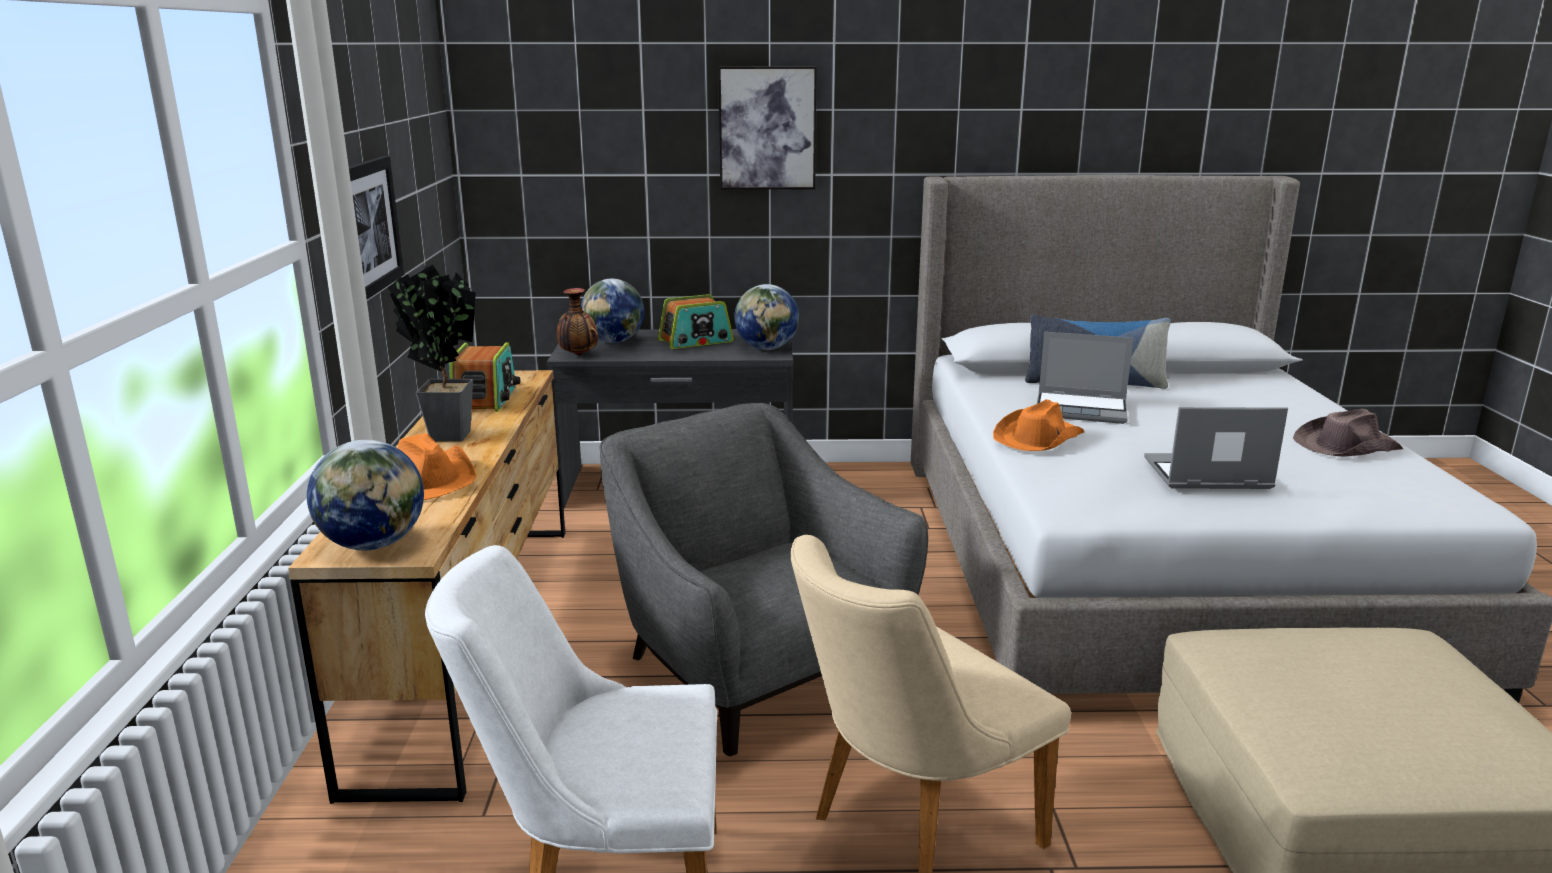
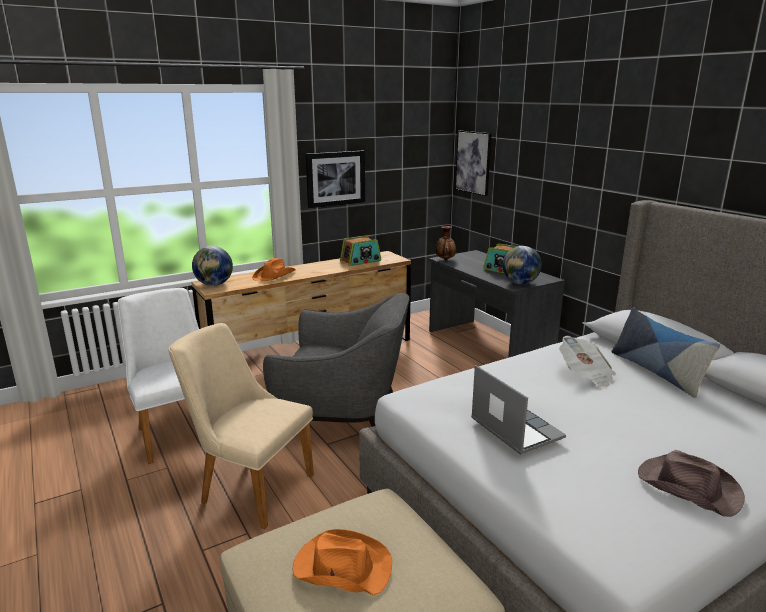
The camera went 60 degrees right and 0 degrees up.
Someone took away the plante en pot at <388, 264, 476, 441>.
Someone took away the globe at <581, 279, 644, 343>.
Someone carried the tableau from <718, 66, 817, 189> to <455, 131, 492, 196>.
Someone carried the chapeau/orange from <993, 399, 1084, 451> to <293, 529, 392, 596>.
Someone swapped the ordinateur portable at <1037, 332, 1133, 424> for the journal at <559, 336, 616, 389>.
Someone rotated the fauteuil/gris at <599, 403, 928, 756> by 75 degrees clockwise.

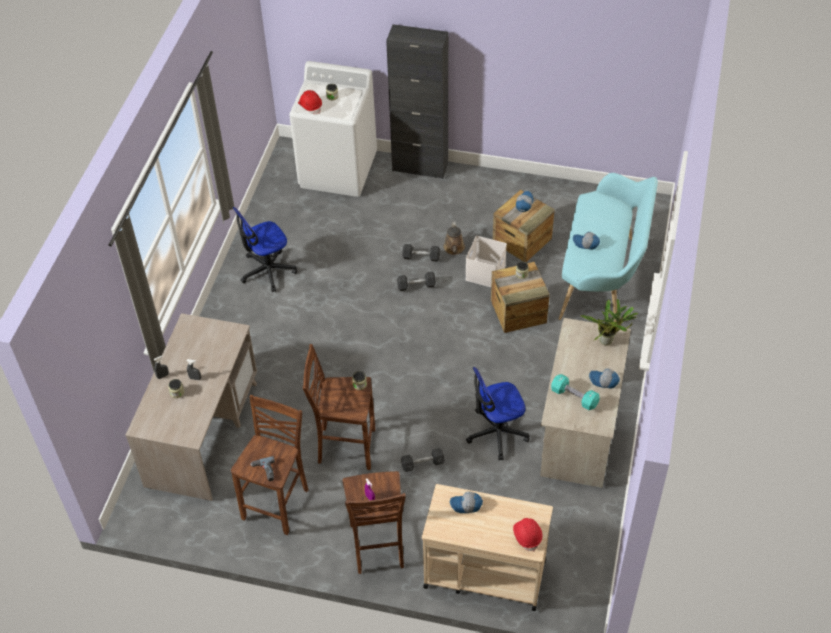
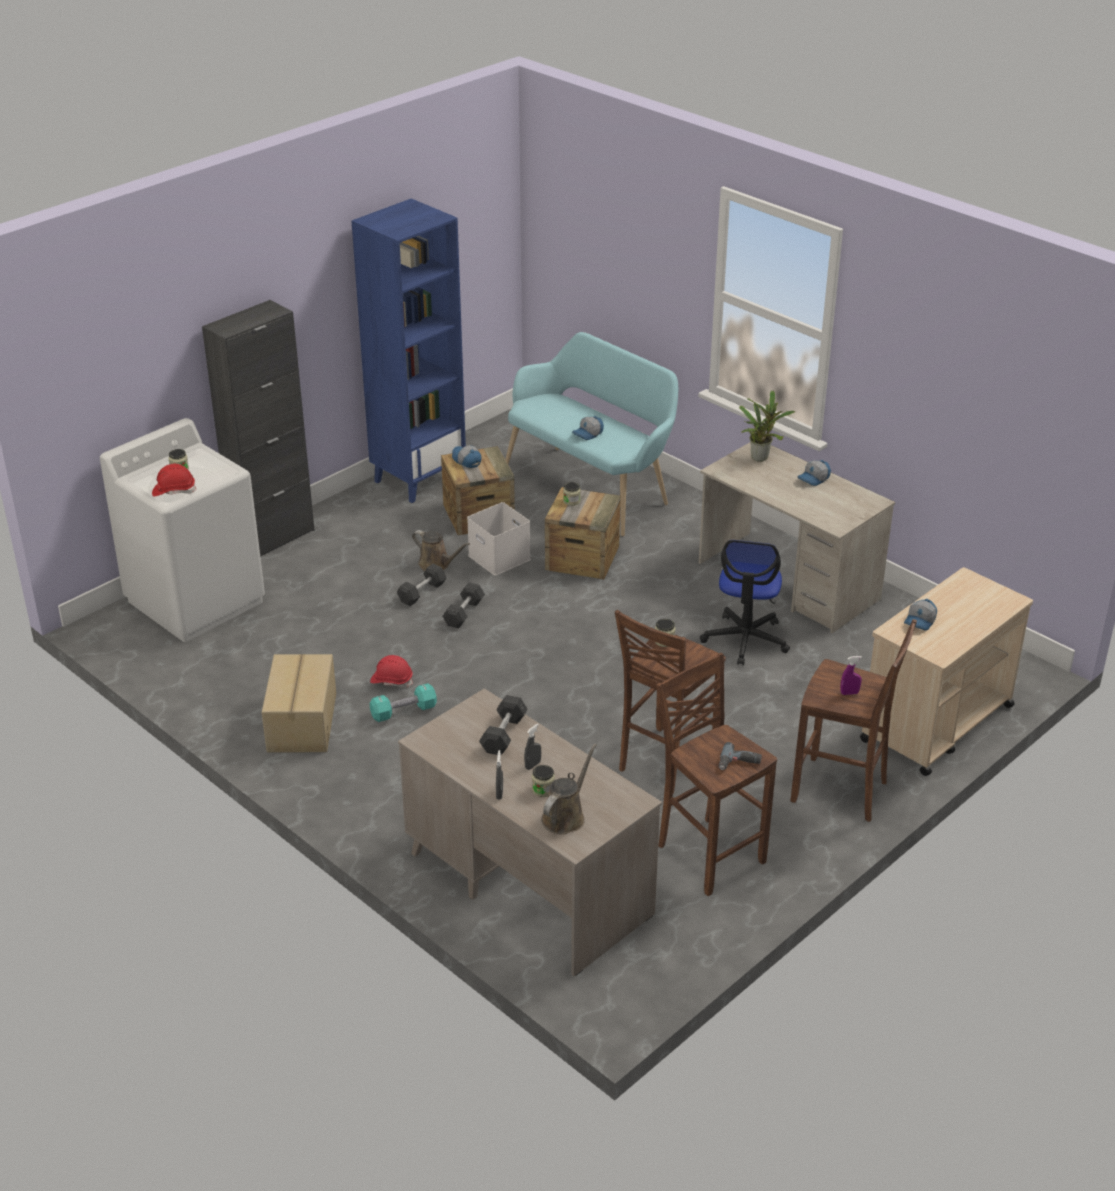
The camera went 60 degrees left and 15 degrees down.
Someone put down the bibliothèque/bleu at <351, 198, 466, 503>.
Someone put down the arrosoir/marron at <541, 744, 597, 834>.
Someone carried the haltère/gris from <401, 448, 445, 472> to <479, 695, 527, 755>.
Someone carried the casque de chantier/rouge from <513, 518, 542, 551> to <370, 655, 413, 688>.
Someone carried the haltère/turquoise from <551, 374, 600, 410> to <370, 683, 437, 722>.
Someone swapped the chaise de bureau at <233, 207, 297, 292> for the carton at <262, 654, 336, 753>.

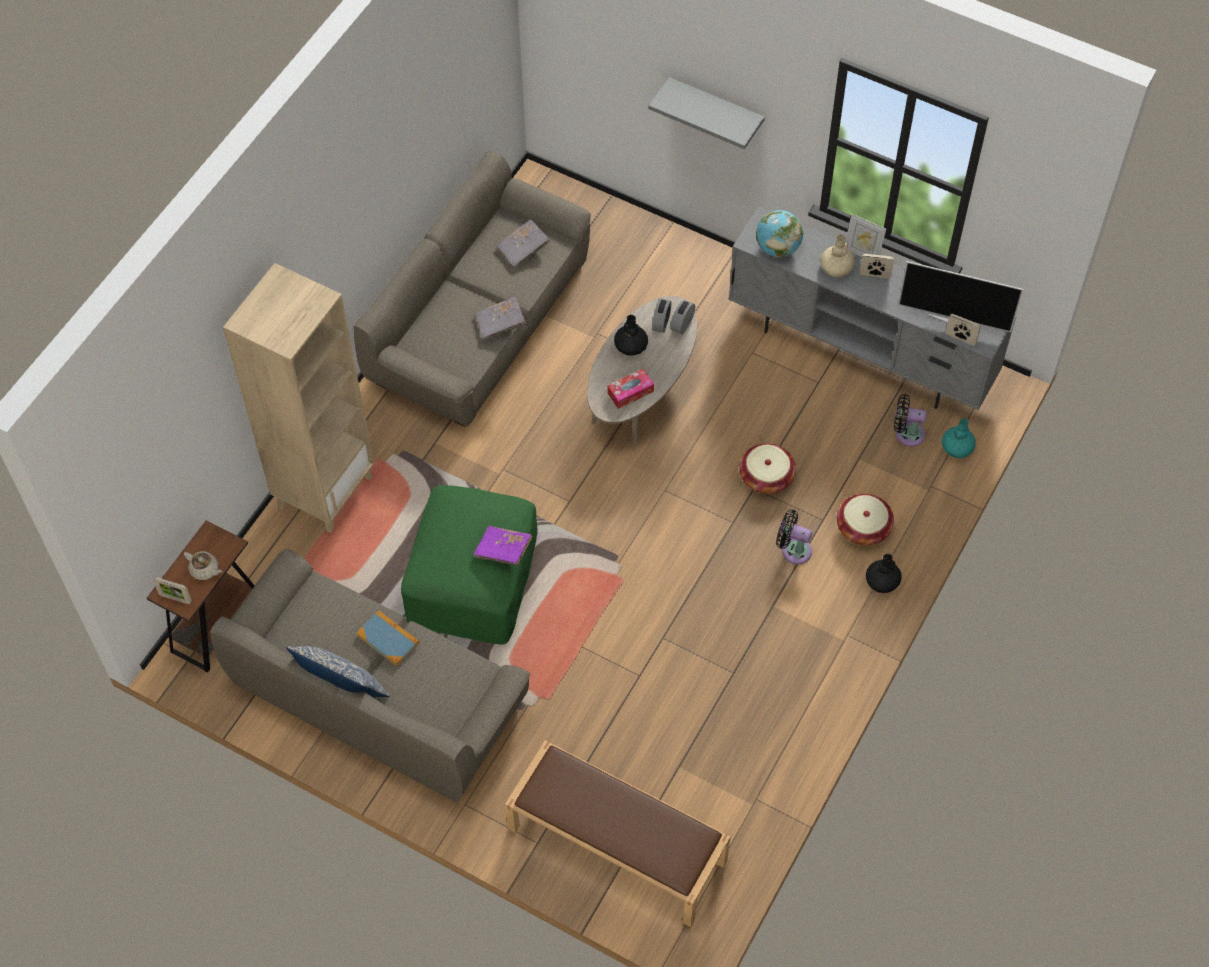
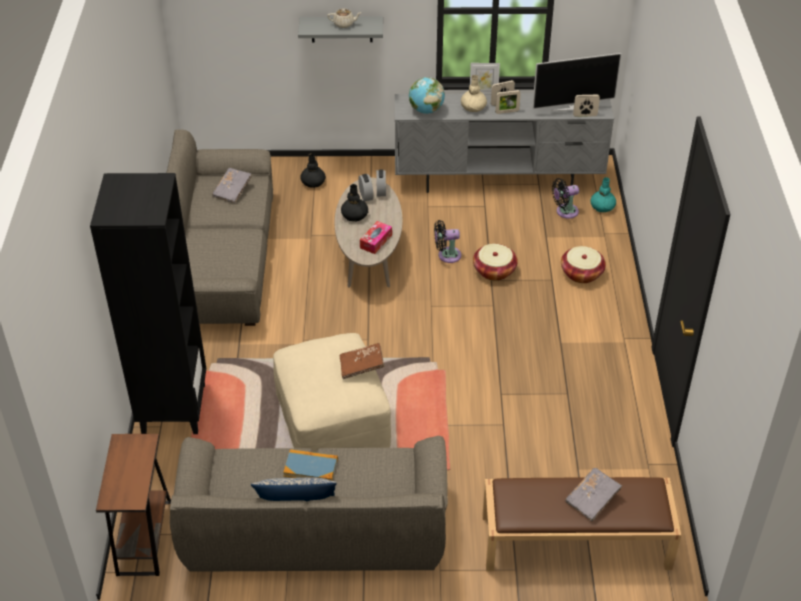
The camera went 30 degrees left and 15 degrees down.
Someone carried the cadre photo from <153, 577, 192, 604> to <495, 90, 521, 114>.
Someone carried the théière/beige from <184, 551, 222, 580> to <327, 8, 362, 28>.
Someone carried the livre/gris from <475, 297, 526, 341> to <565, 468, 622, 522>.
Someone carried the ventilateur/noir from <776, 510, 812, 564> to <434, 220, 461, 263>.
Someone carried the vase/noir from <866, 553, 902, 593> to <301, 153, 326, 188>.
Someone repainted the bibliothèque/beige at <223, 263, 374, 533>, which became the bibliothèque/noir at <90, 173, 206, 434>.
Someone repainted the pouf/vert at <401, 485, 537, 645>, which became the pouf/beige at <273, 333, 391, 453>.
Someone repainted the livre/violet at <473, 526, 532, 566>, which became the livre/marron at <340, 343, 384, 379>.

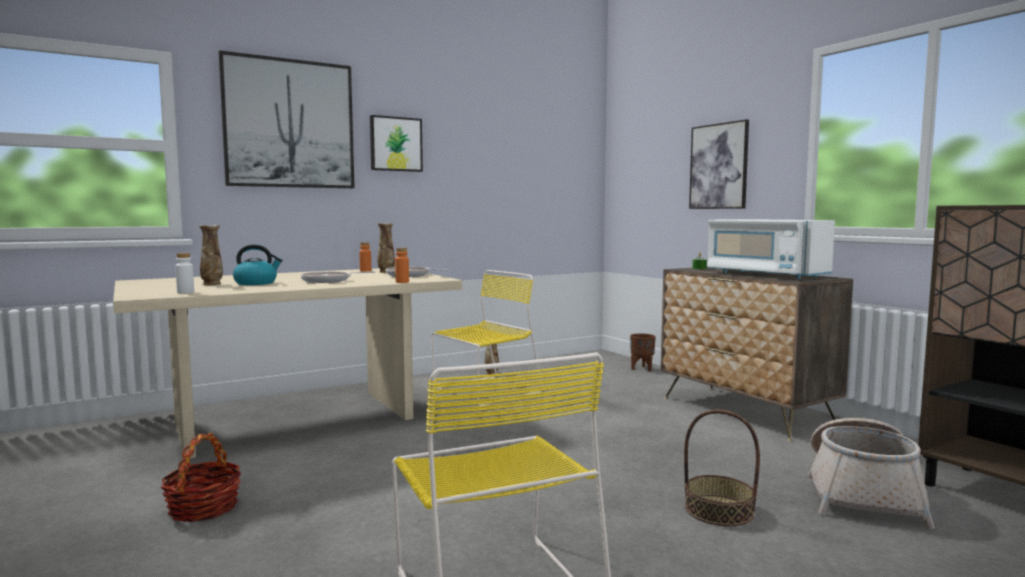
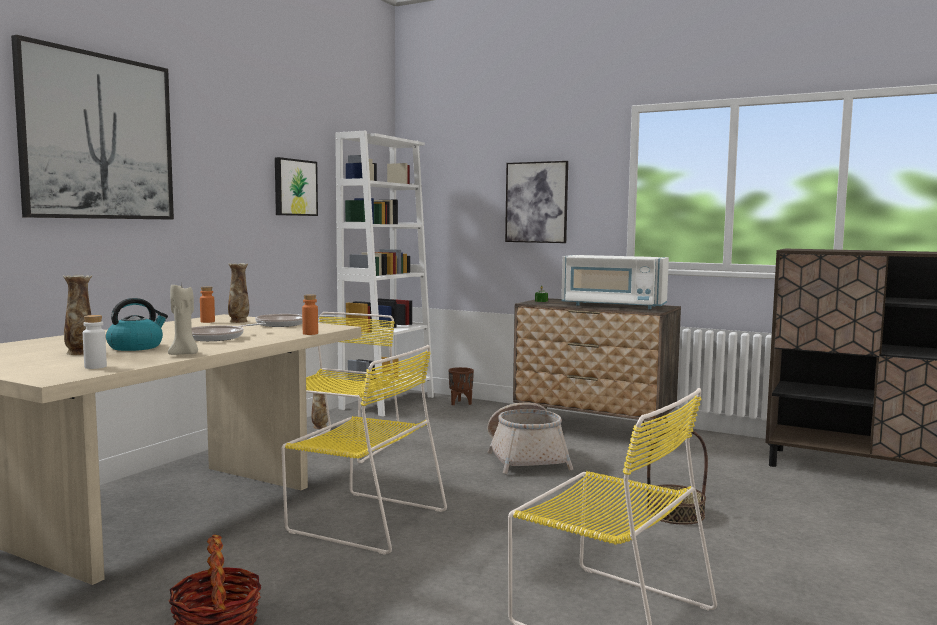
The camera went 30 degrees left and 0 degrees up.
Someone put down the bougie/beige at <168, 285, 198, 355>.
Someone put down the chaise/jaune at <281, 345, 447, 555>.
Someone put down the bibliothèque/blanc at <335, 131, 434, 416>.
Someone carried the tableau from <370, 115, 423, 172> to <275, 157, 318, 216>.
Someone carried the panier from <808, 418, 935, 529> to <487, 403, 573, 474>.

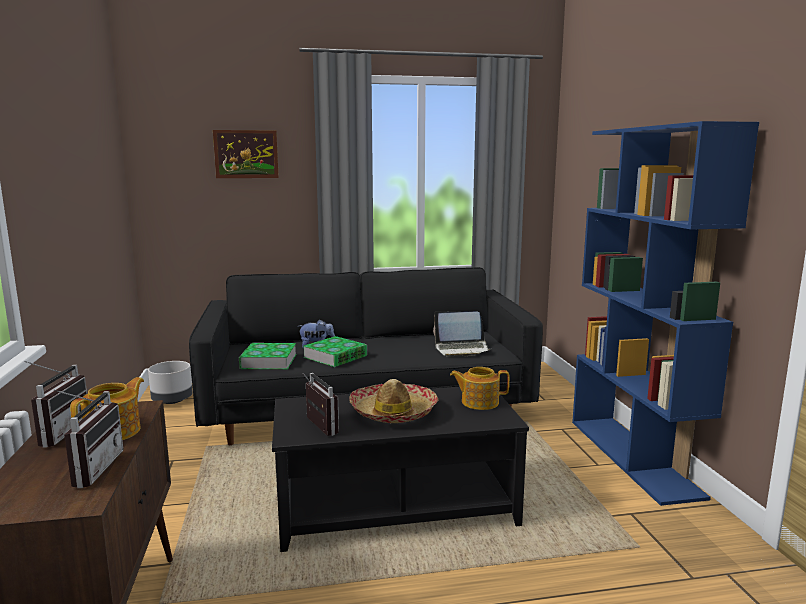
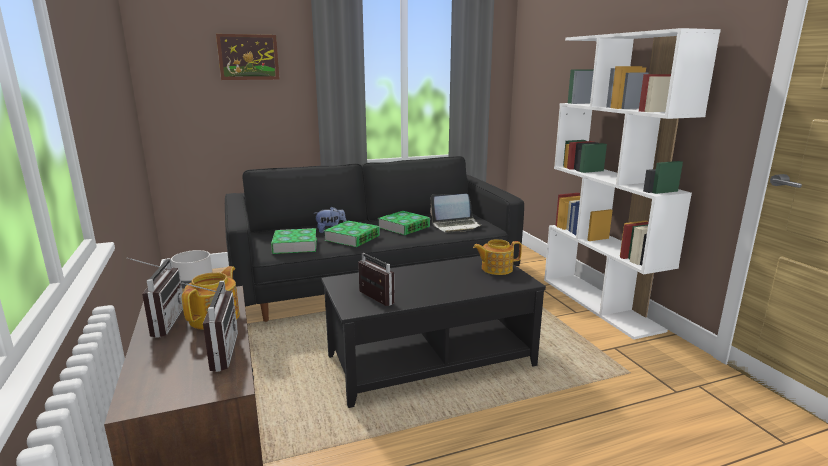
The camera went 10 degrees left and 5 degrees up.
Someone took away the chapeau at <349, 379, 438, 423>.
Someone put down the livre at <378, 211, 430, 235>.
Someone repainted the bibliothèque/bleu at <572, 121, 759, 506>, which became the bibliothèque/blanc at <544, 28, 721, 340>.

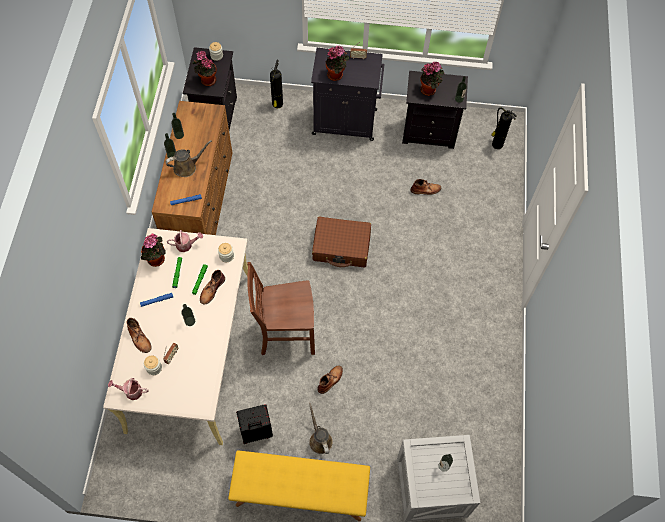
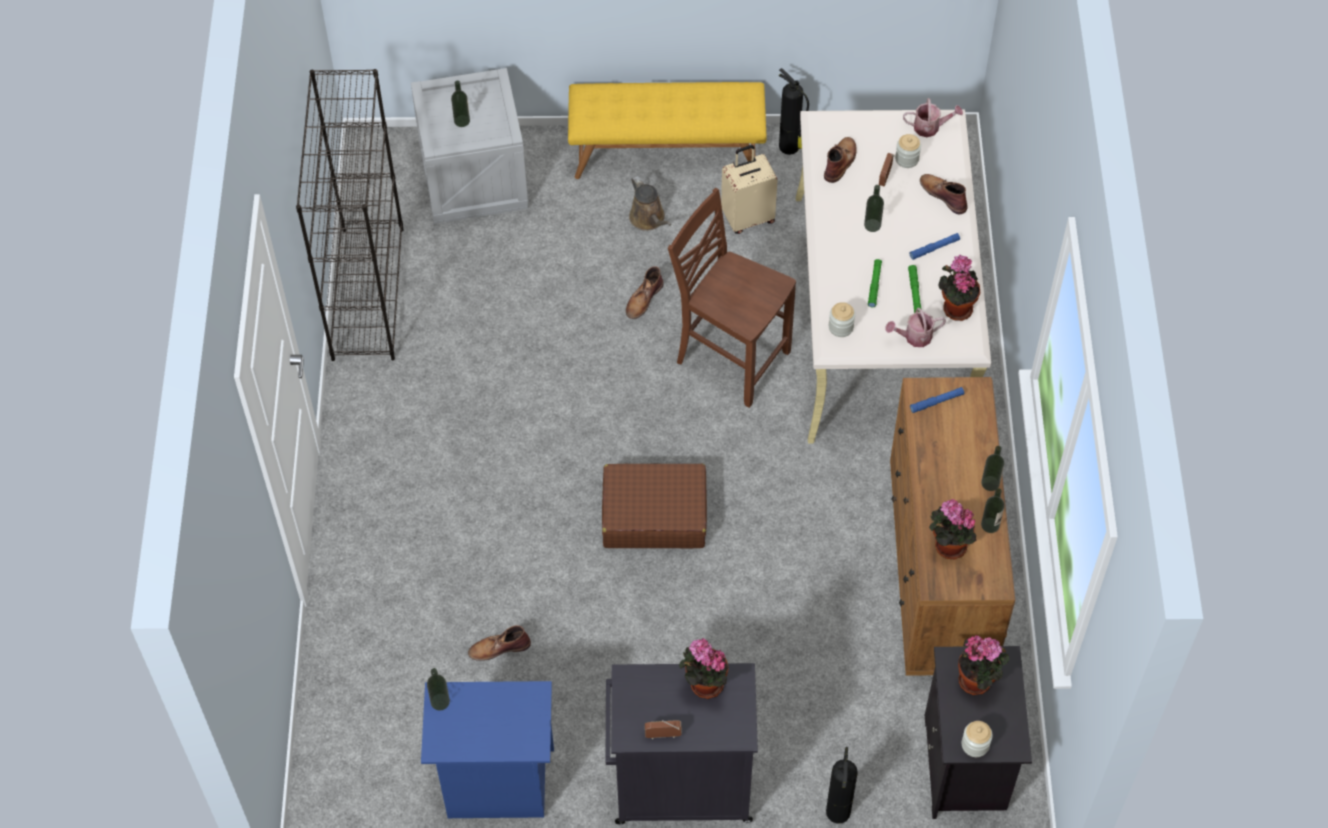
The camera went 175 degrees right and 5 degrees down.
Someone took away the arrosoir/marron at <166, 140, 212, 177>.
Someone put down the bibliothèque/noir at <296, 69, 403, 361>.
Someone carried the botte/marron from <200, 270, 225, 305> to <824, 137, 857, 183>.
Someone carried the plante en pot from <420, 61, 444, 96> to <929, 499, 977, 559>.
Someone carried the extincteur from <491, 107, 517, 149> to <779, 68, 809, 155>.
Someone repainted the valise/noir at <236, 404, 273, 444>, which became the valise/beige at <721, 145, 778, 234>.
Someone repainted the table de chevet/noir at <402, 71, 468, 149>, which became the table de chevet/bleu at <421, 681, 554, 818>.
Someone rotated the chaise/marron at <247, 262, 315, 355> by 135 degrees counterclockwise.

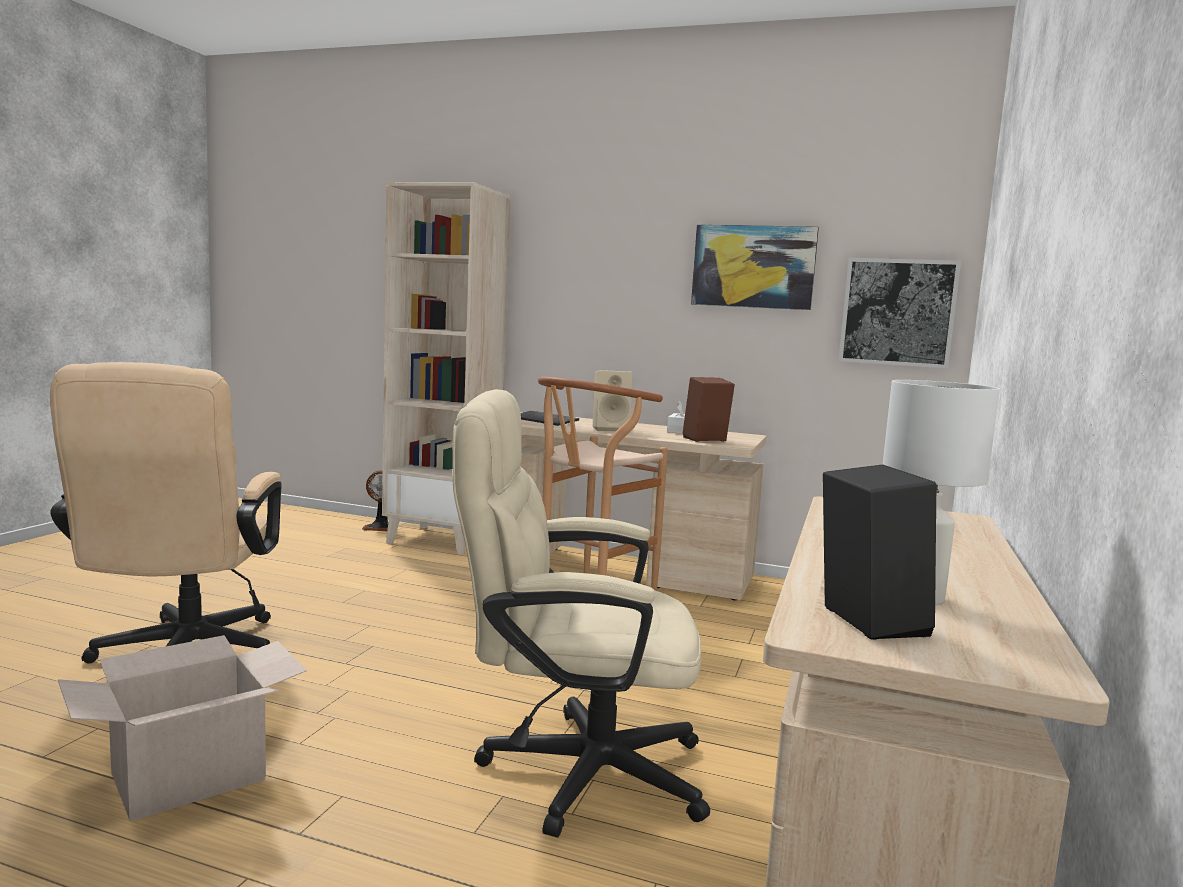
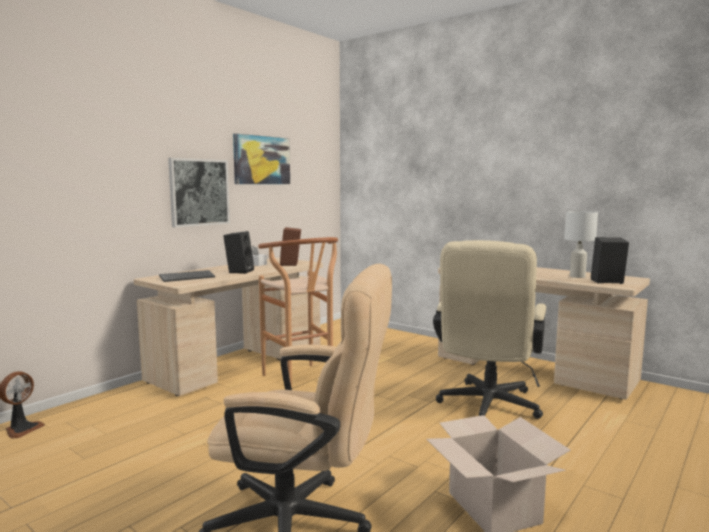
The camera went 70 degrees left and 0 degrees up.
Someone took away the bibliothèque/beige at <382, 182, 511, 555>.
Someone carried the tableau from <839, 258, 961, 368> to <168, 158, 230, 227>.
Someone repainted the enceinte/beige at <593, 370, 632, 432>, which became the enceinte/noir at <223, 231, 254, 274>.

